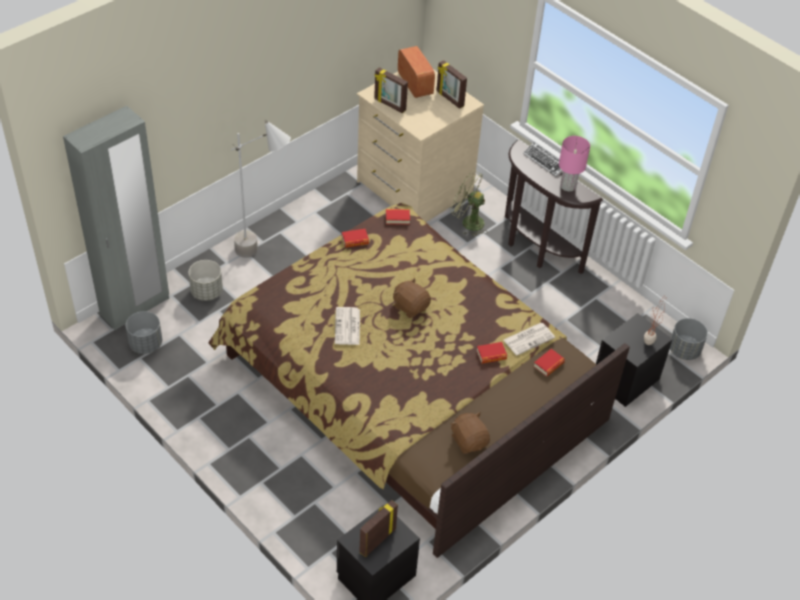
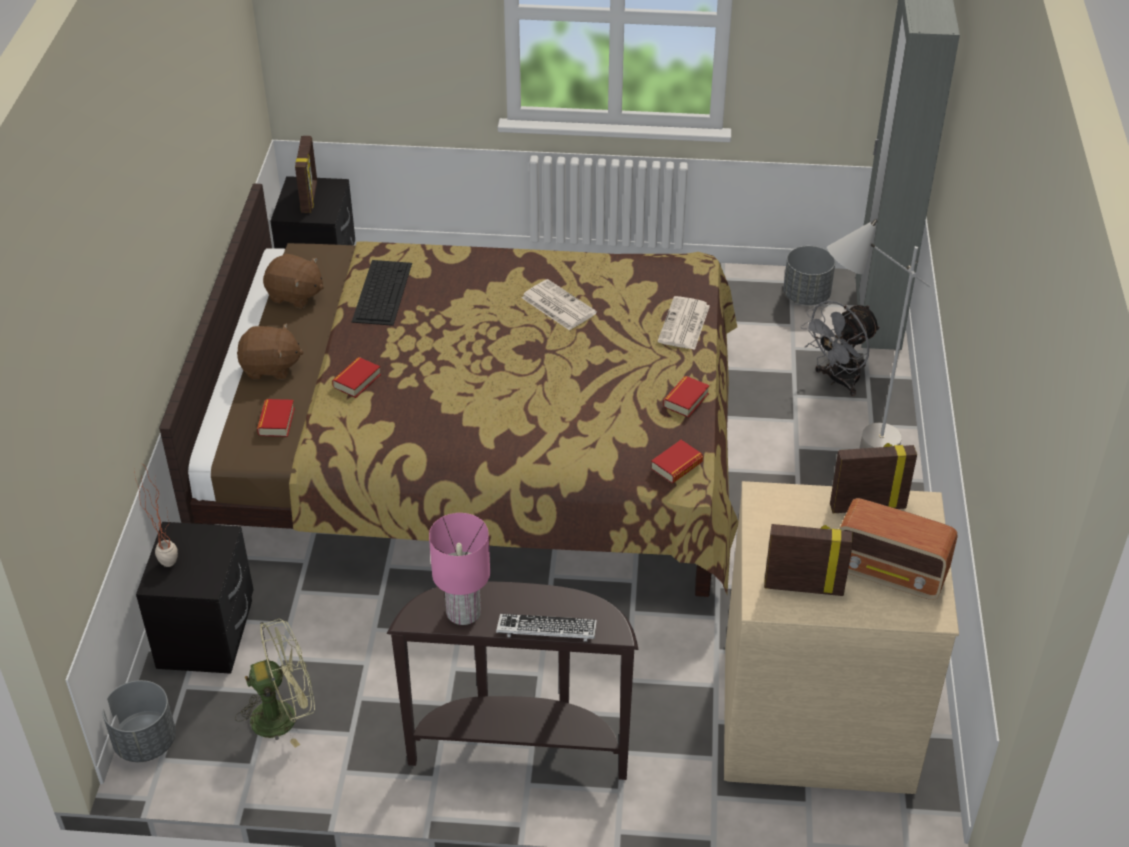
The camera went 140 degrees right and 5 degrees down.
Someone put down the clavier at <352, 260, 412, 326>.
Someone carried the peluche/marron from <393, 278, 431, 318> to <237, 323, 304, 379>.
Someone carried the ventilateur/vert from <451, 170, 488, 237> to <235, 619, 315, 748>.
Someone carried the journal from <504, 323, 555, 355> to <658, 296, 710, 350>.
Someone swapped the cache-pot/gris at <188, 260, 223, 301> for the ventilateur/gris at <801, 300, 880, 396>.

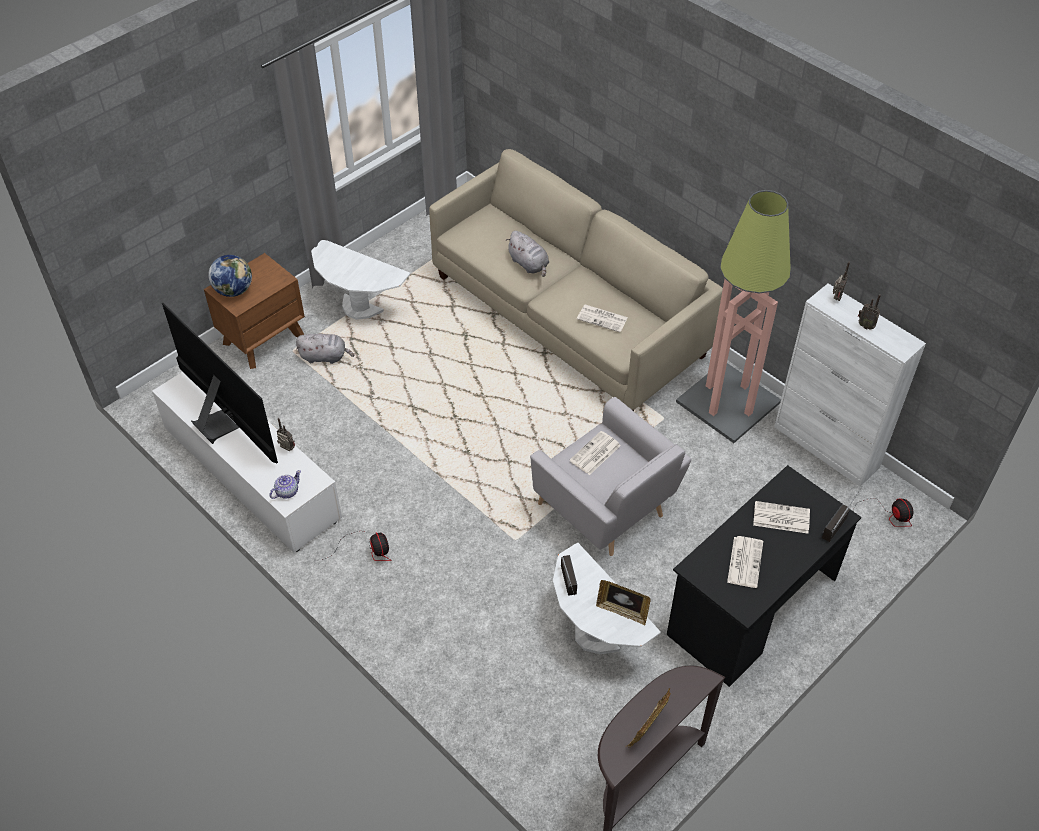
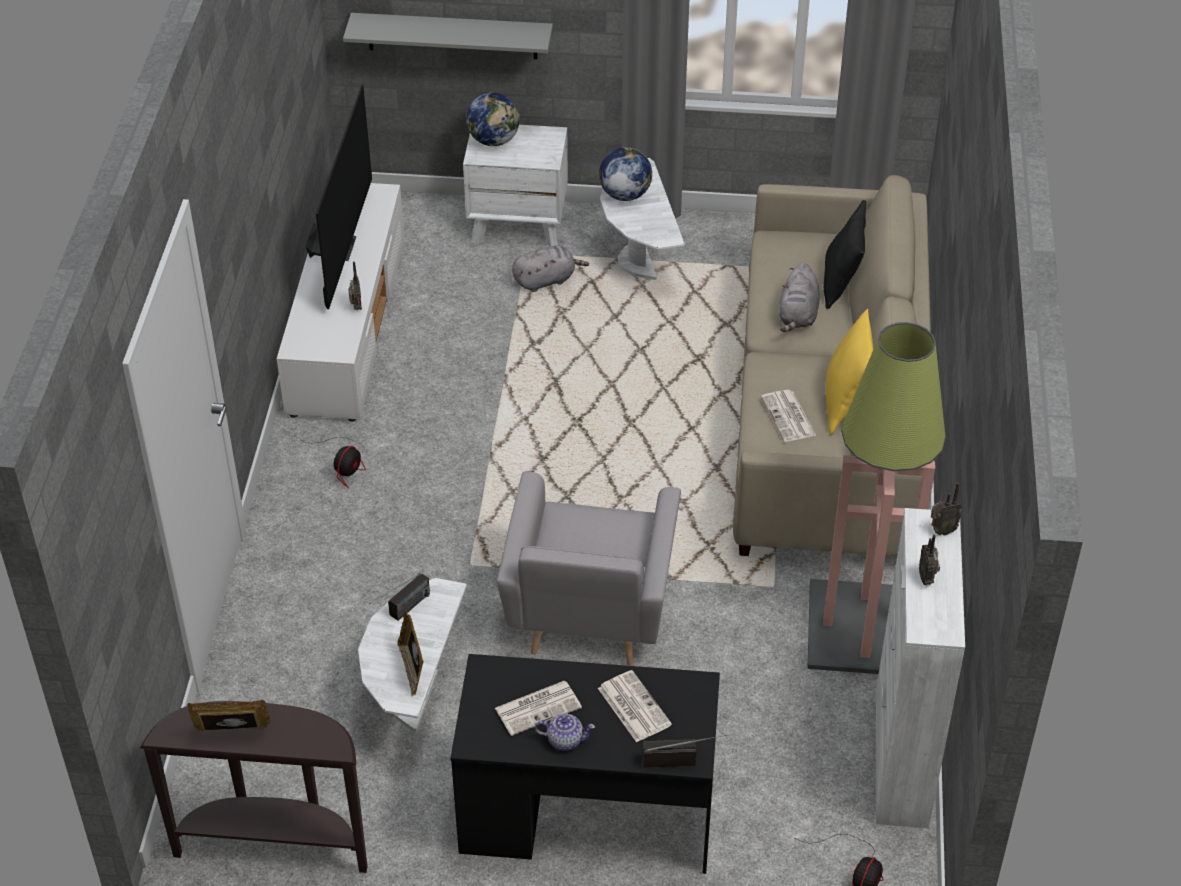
The camera went 50 degrees right and 5 degrees down.
Someone took away the journal at <569, 431, 621, 475>.
Someone put up the étagère/gris at <343, 13, 553, 59>.
Someone put down the globe at <599, 147, 652, 201>.
Someone put down the coussin/noir at <824, 200, 866, 309>.
Someone put down the coussin/jaune at <825, 309, 873, 435>.
Someone carried the théière from <269, 470, 301, 499> to <535, 714, 595, 751>.
Someone repainted the table de chevet/marron at <204, 253, 305, 369>, which became the table de chevet/blanc at <463, 125, 568, 247>.
Someone rotated the peluche/gris at <296, 333, 354, 364> by 75 degrees counterclockwise.

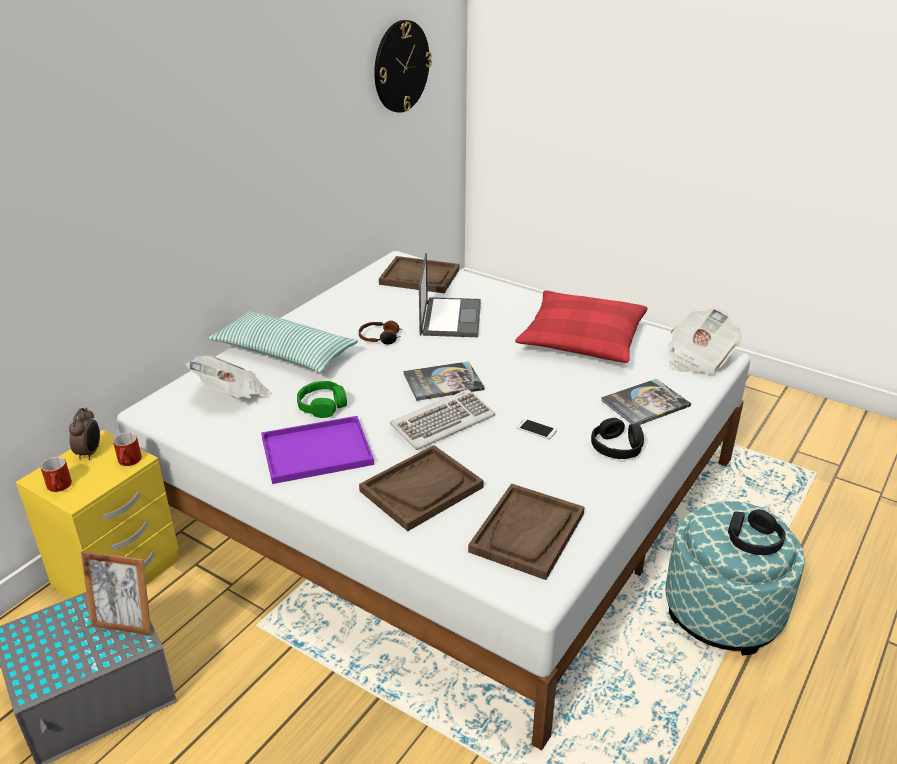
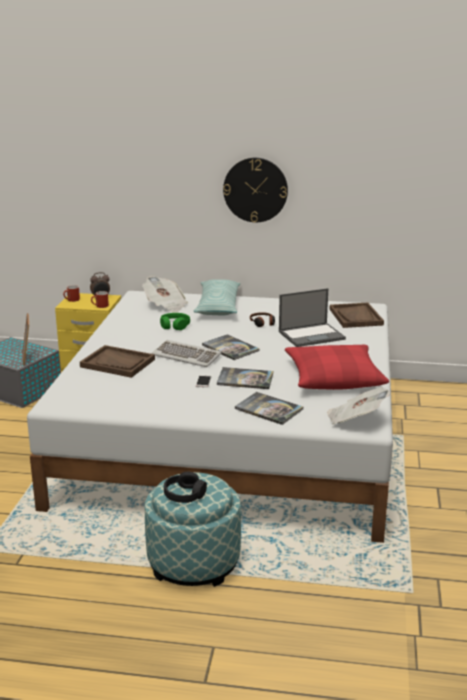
The camera went 65 degrees right and 10 degrees down.
Someone took away the plateau/violet at <261, 416, 374, 484>.
Someone took away the plateau/marron at <468, 483, 585, 580>.
Someone took away the casque audio/noir at <591, 418, 644, 459>.
Someone put down the livre at <217, 367, 273, 389>.
Someone carried the horloge murale from <374, 20, 432, 113> to <223, 158, 288, 222>.

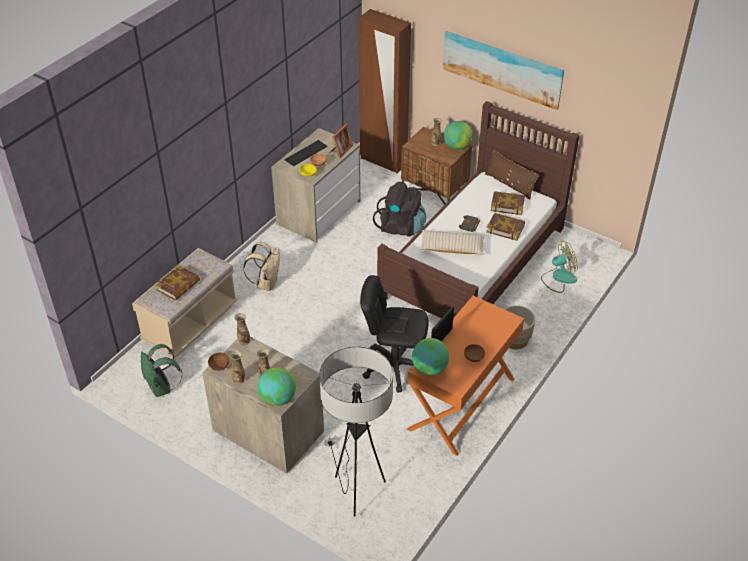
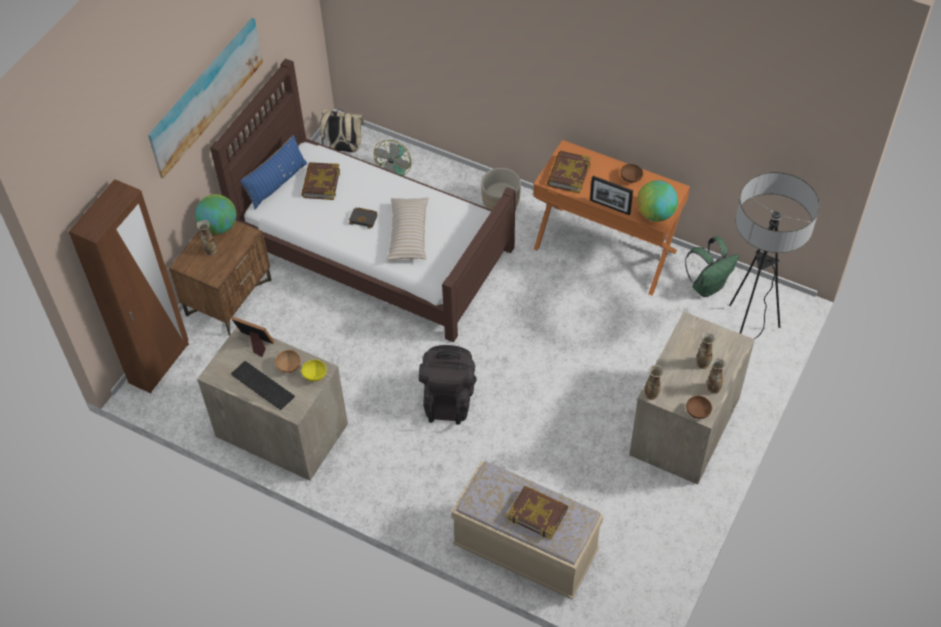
The camera went 95 degrees left and 10 degrees up.
Someone took away the globe at <258, 367, 296, 406>.
Someone took away the chaise de bureau/noir at <360, 275, 429, 392>.
Someone carried the sac à dos/vert from <141, 344, 182, 397> to <685, 236, 739, 297>.
Someone carried the sac à dos/beige from <243, 242, 280, 291> to <320, 109, 364, 152>.
Someone carried the sac à dos/noir from <373, 182, 426, 237> to <419, 345, 476, 425>.
Someone carried the livre from <486, 213, 525, 241> to <547, 151, 591, 193>.
Someone repainted the coussin/marron at <485, 150, 539, 199>, which became the coussin/bleu at <241, 135, 307, 209>.
Someone rotated the ventilateur at <541, 241, 578, 293> by 135 degrees counterclockwise.

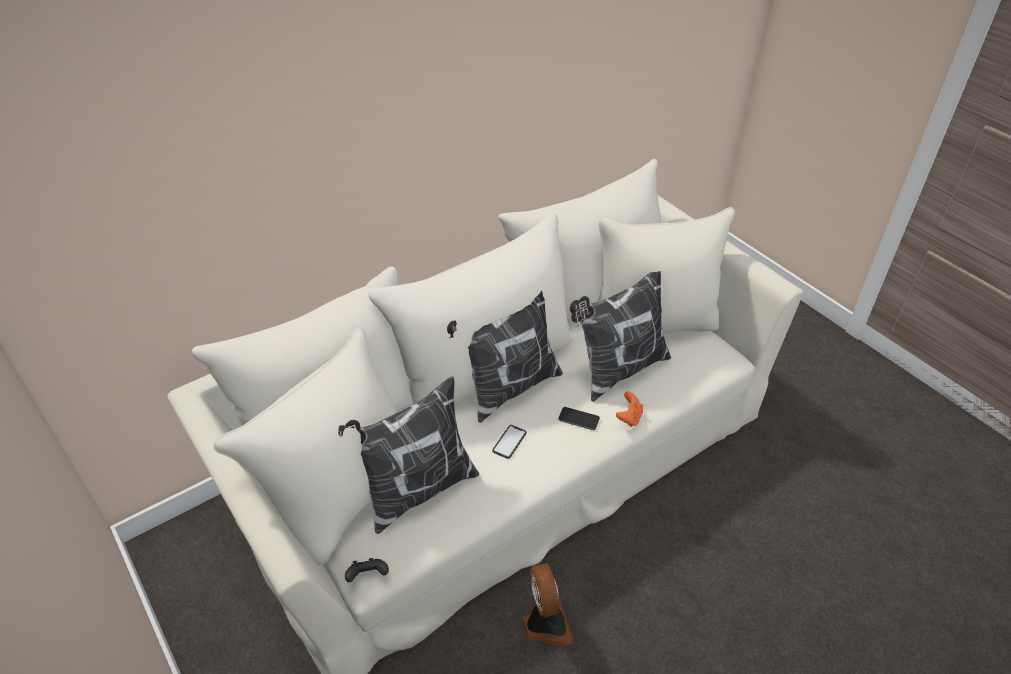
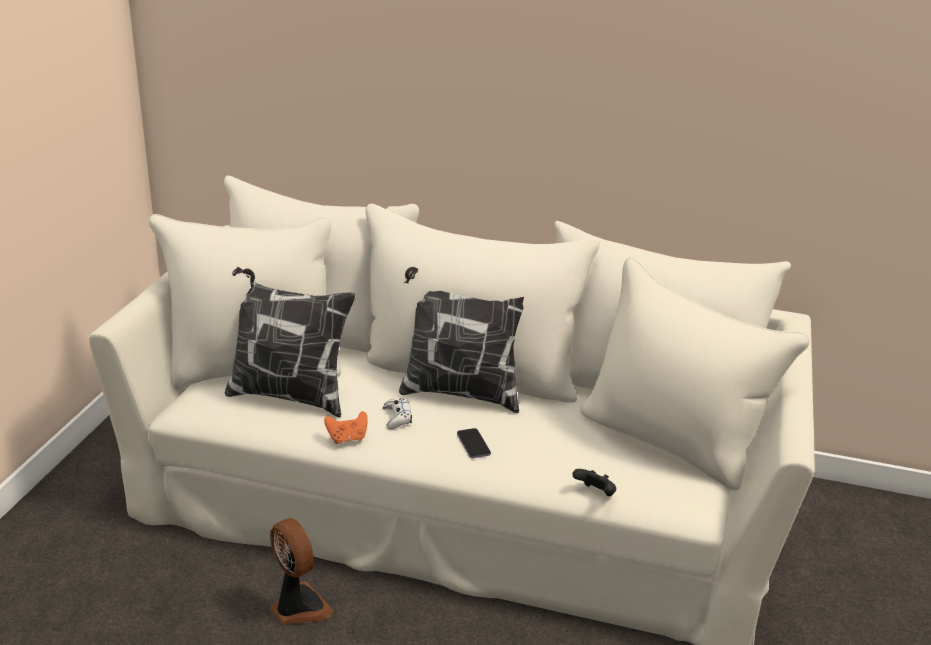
The camera went 50 degrees right and 15 degrees down.
Someone took away the coussin at <570, 271, 671, 402>.
Someone carried the manette/noir from <345, 558, 389, 582> to <572, 469, 616, 496>.
Someone carried the manette/orange from <616, 391, 643, 427> to <324, 411, 368, 444>.
Someone swapped the téléphone at <492, 425, 527, 459> for the manette/blanc at <383, 398, 412, 430>.
Someone rotated the ventilateur at <522, 563, 573, 646> by 75 degrees counterclockwise.

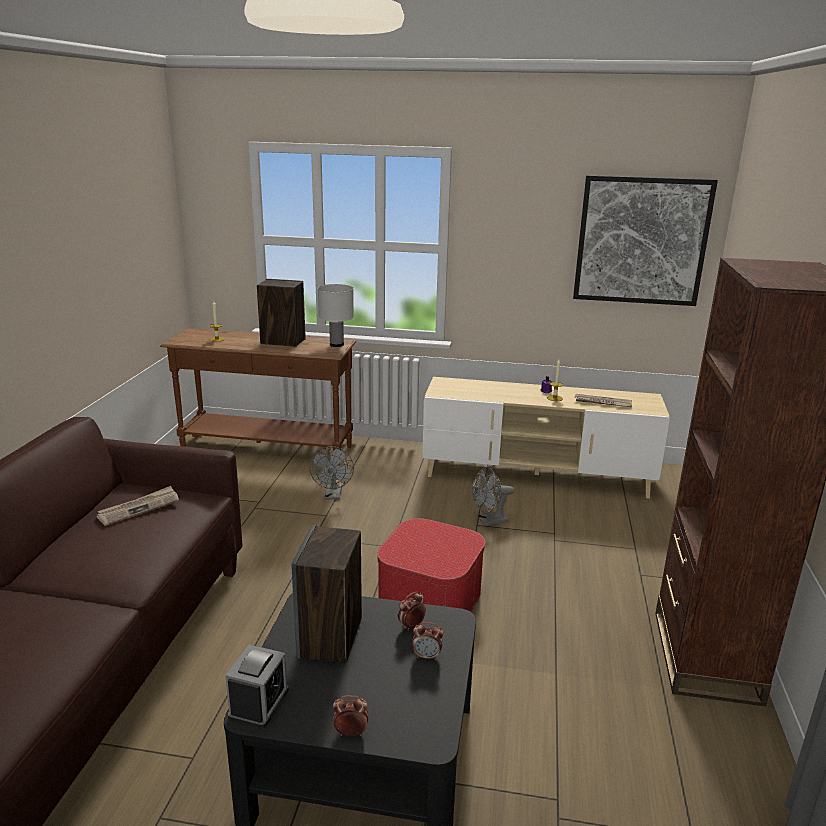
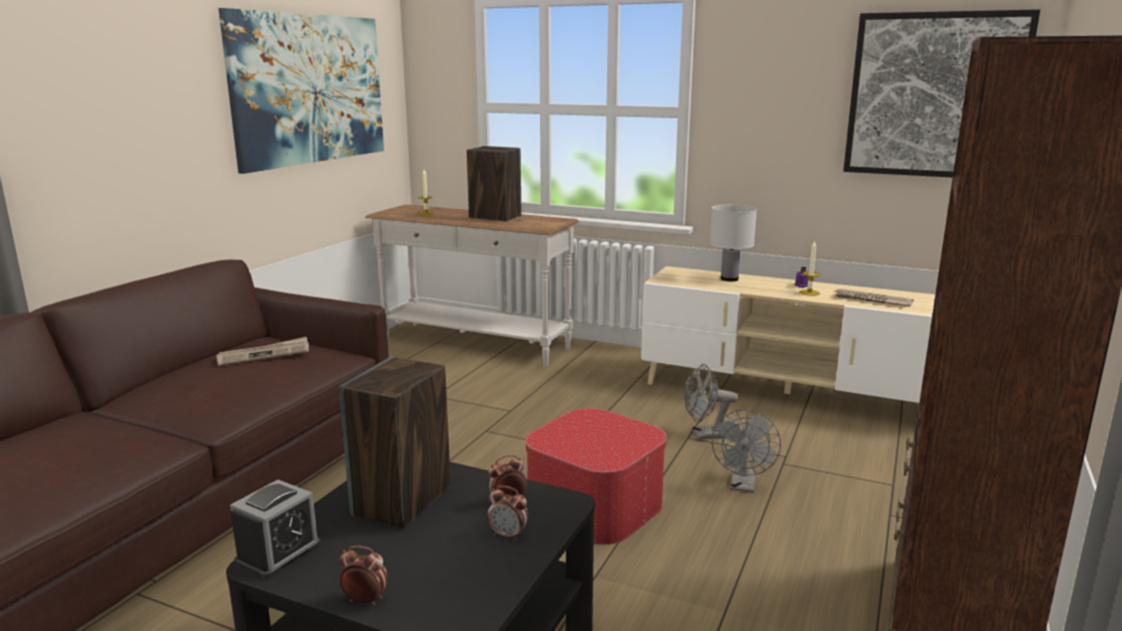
The camera went 15 degrees right and 5 degrees down.
Someone put up the tableau at <218, 8, 384, 174>.
Someone carried the ventilateur/gris from <309, 446, 354, 499> to <712, 410, 781, 493>.
Someone carried the lampe de table/blanc from <318, 284, 354, 347> to <710, 204, 757, 281>.
Someone repainted the table console/marron at <160, 328, 356, 466>, which became the table console/blanc at <365, 204, 579, 367>.

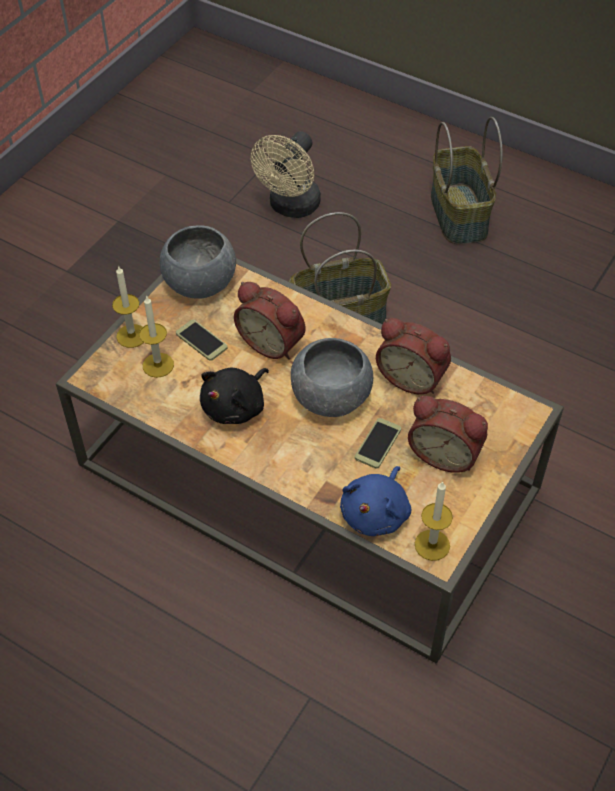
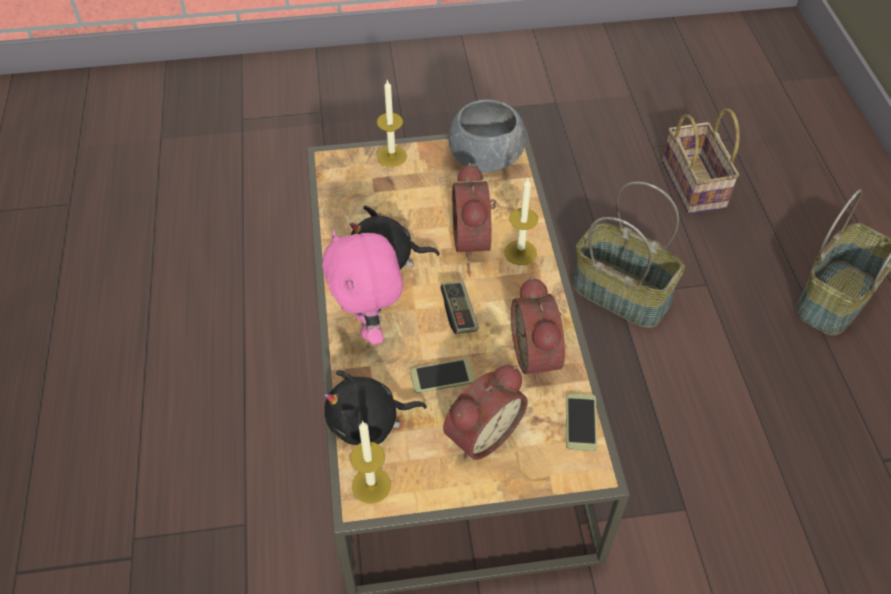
The camera went 50 degrees right and 0 degrees up.
Someone put down the peluche/rose at <322, 230, 403, 345>.
Someone carried the bougie from <139, 295, 174, 378> to <504, 178, 538, 265>.
Someone carried the téléphone from <176, 320, 228, 361> to <566, 393, 597, 451>.
Someone swapped the ventilateur/beige at <251, 131, 321, 218> for the panier at <662, 108, 740, 214>.
Someone swapped the bol/gris at <291, 338, 373, 417> for the manette at <440, 282, 479, 334>.
Someone repainted the peluche/bleu at <340, 466, 411, 536>, which became the peluche/noir at <324, 370, 427, 445>.
Someone rotated the réveil at <408, 396, 488, 473> by 120 degrees counterclockwise.

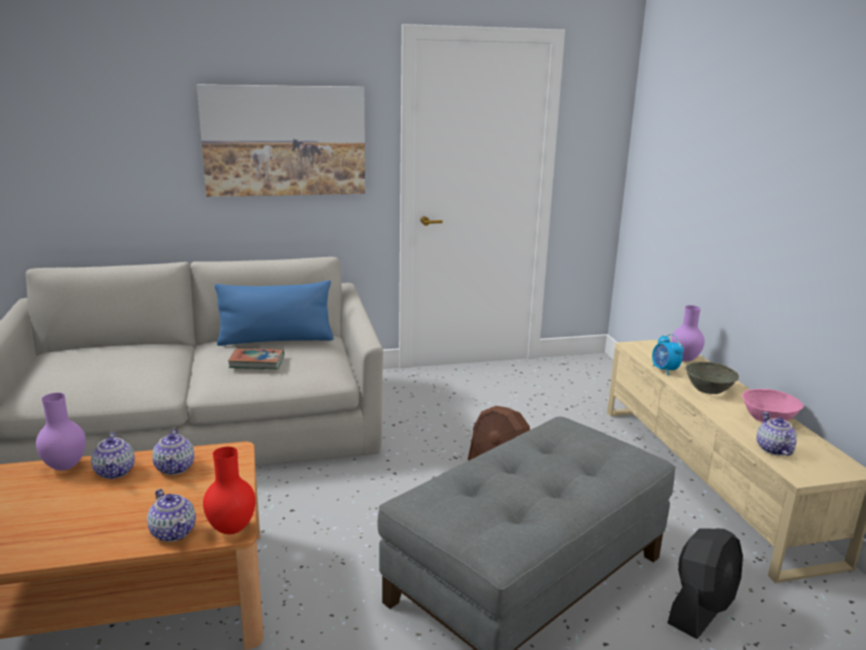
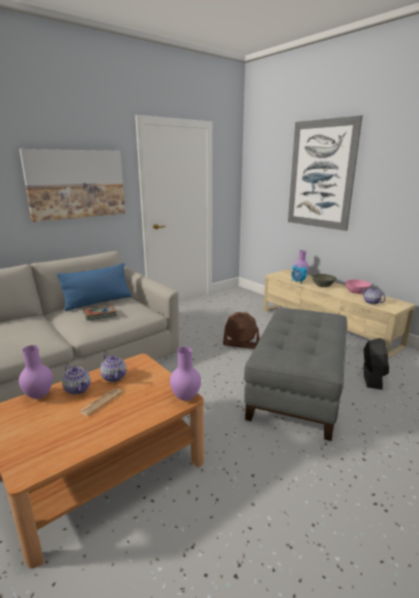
The camera went 25 degrees left and 0 degrees up.
Someone took away the théière at <147, 489, 196, 542>.
Someone put down the journal at <78, 388, 123, 416>.
Someone put up the tableau at <288, 115, 363, 231>.
Someone repainted the vase/rouge at <203, 447, 256, 534>, which became the vase/violet at <170, 347, 201, 401>.

